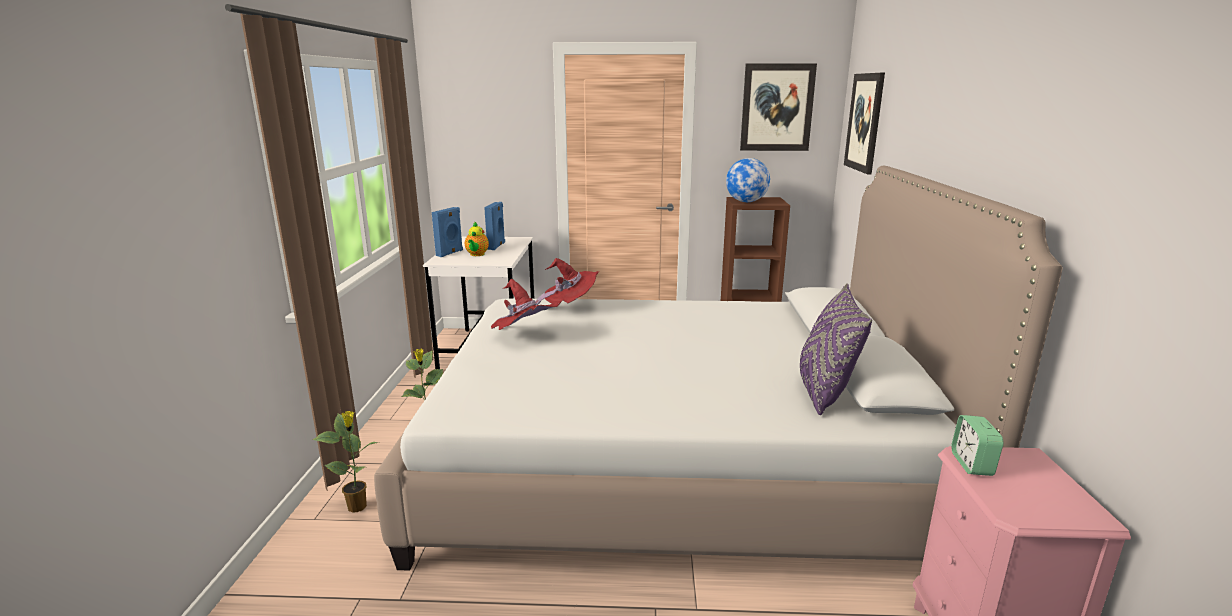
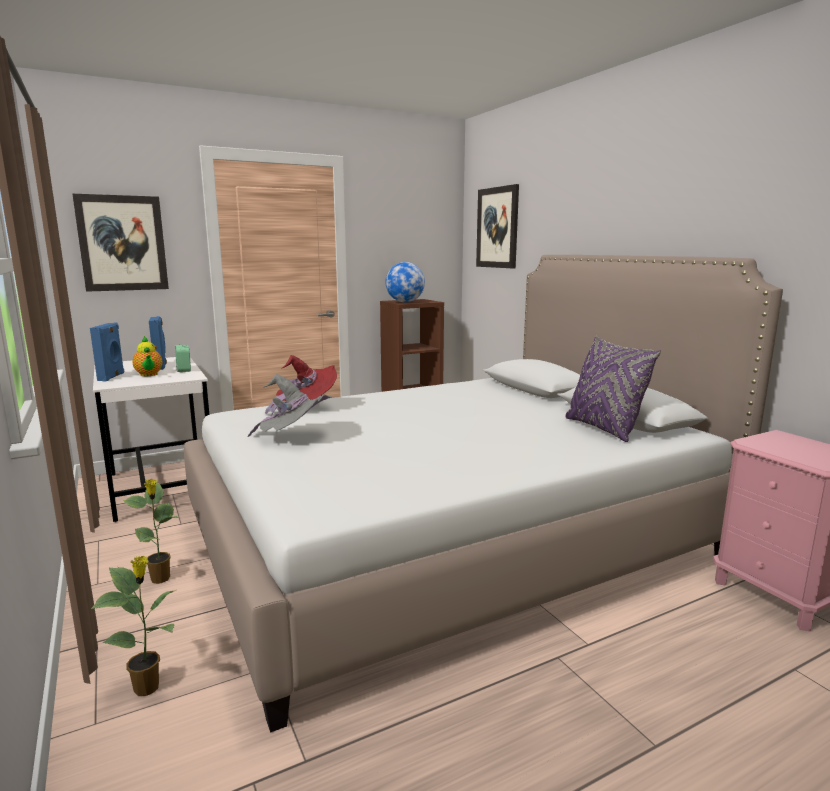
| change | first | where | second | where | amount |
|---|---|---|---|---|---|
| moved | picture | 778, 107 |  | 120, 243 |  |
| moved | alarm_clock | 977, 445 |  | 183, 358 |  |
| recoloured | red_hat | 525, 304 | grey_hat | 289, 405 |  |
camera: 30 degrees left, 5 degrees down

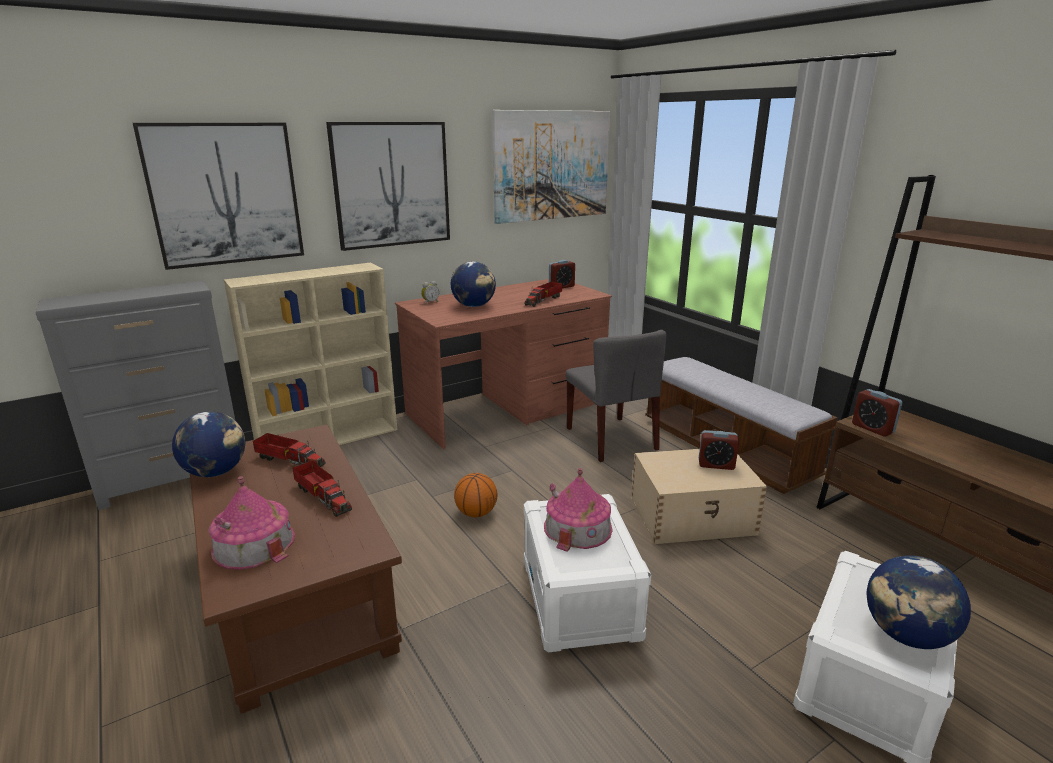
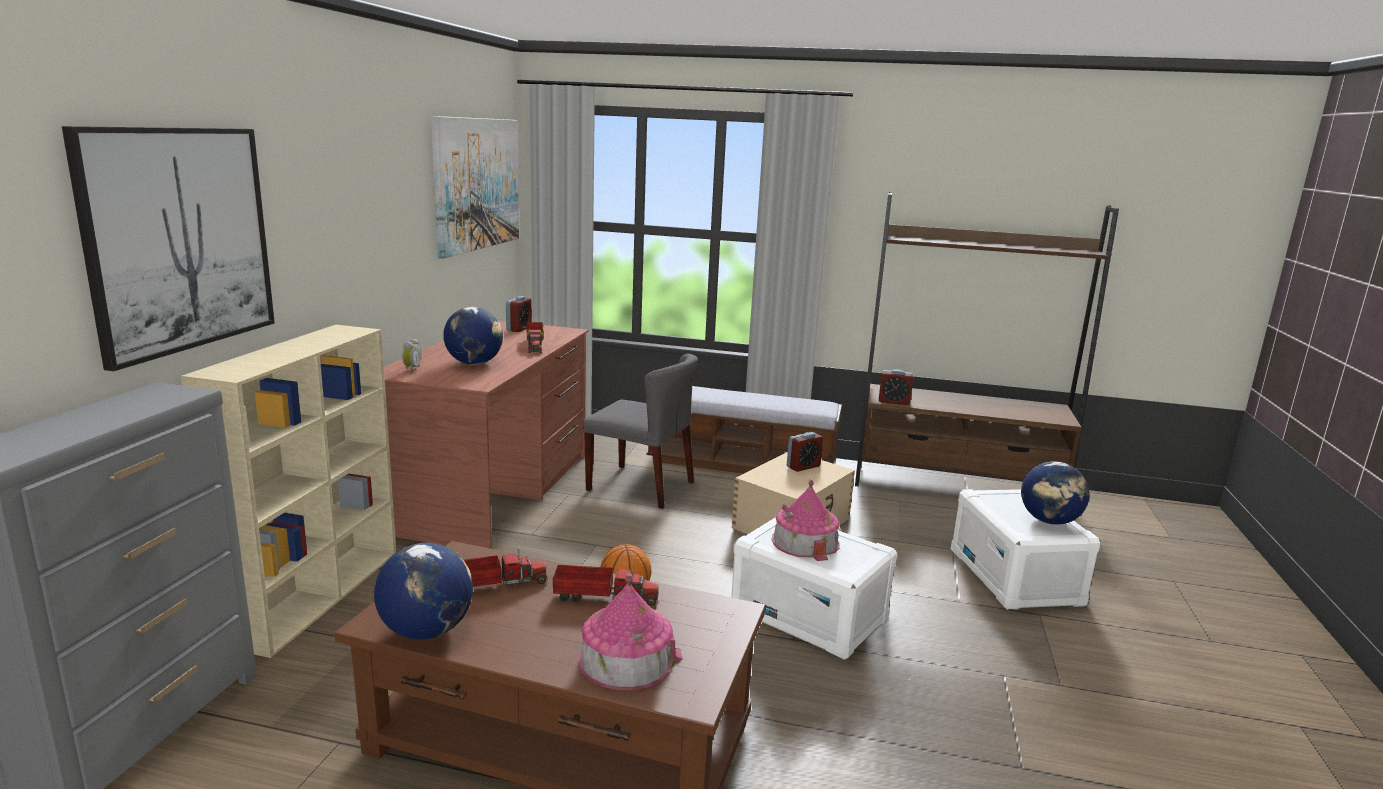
| change | first | where | second | where | amount |
|---|---|---|---|---|---|
| removed | picture | 388, 186 |  |  |  |
camera: 45 degrees left, 5 degrees down

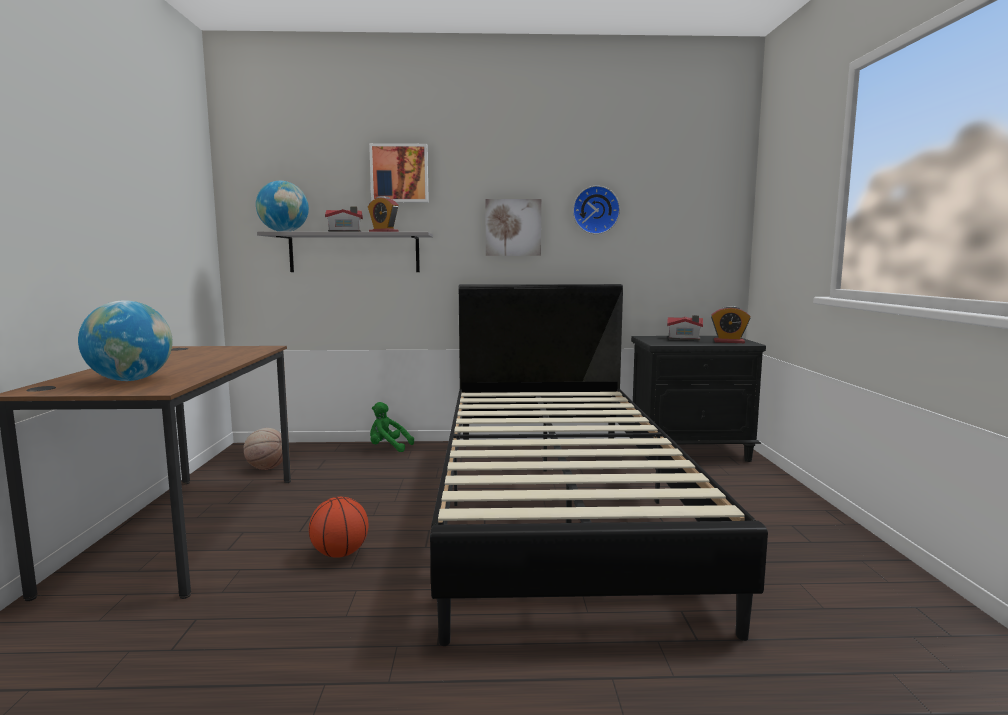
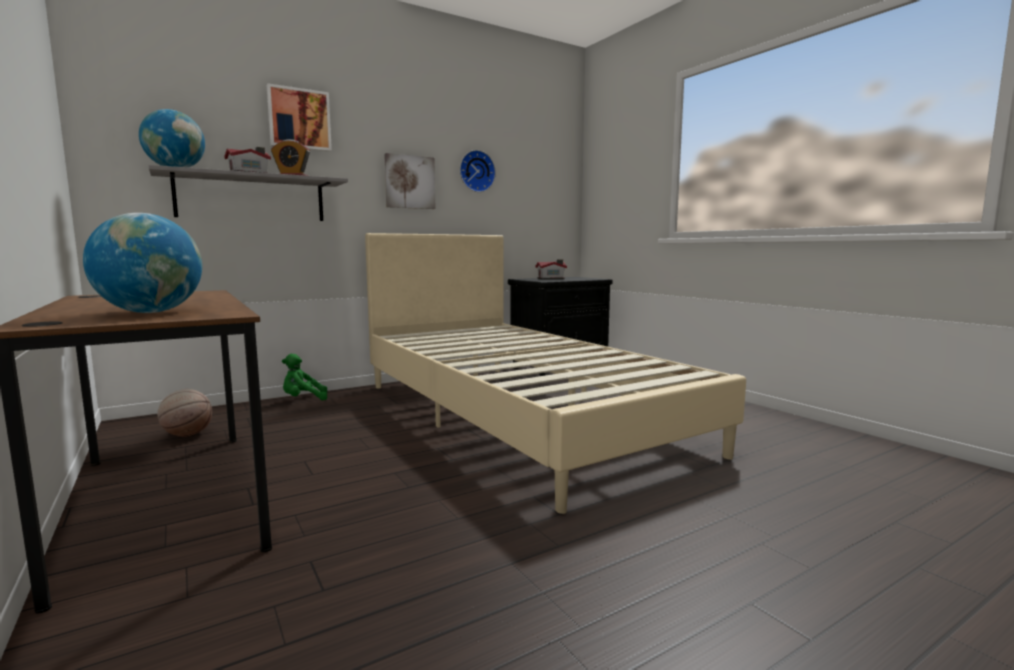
| change | first | where | second | where | amount |
|---|---|---|---|---|---|
| removed | basketball | 338, 527 |  |  |  |
| removed | alarm_clock | 731, 324 |  |  |  |
| recoloured | black_bed | 599, 465 | beige_bed | 555, 373 |  |
camera: 30 degrees left, 0 degrees up

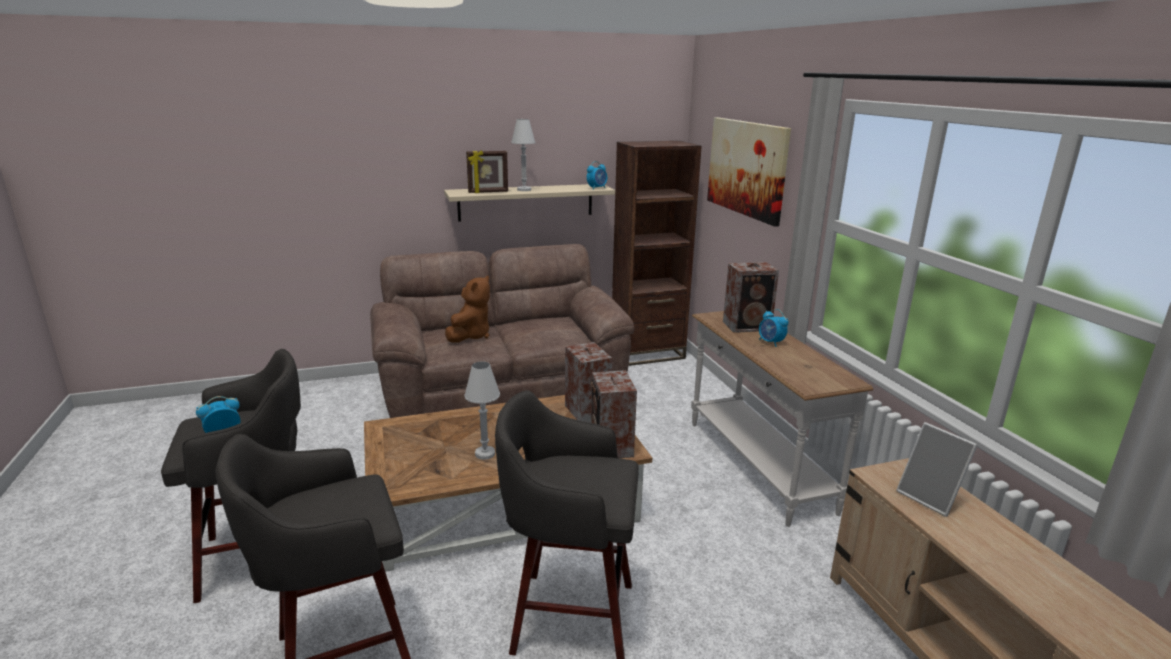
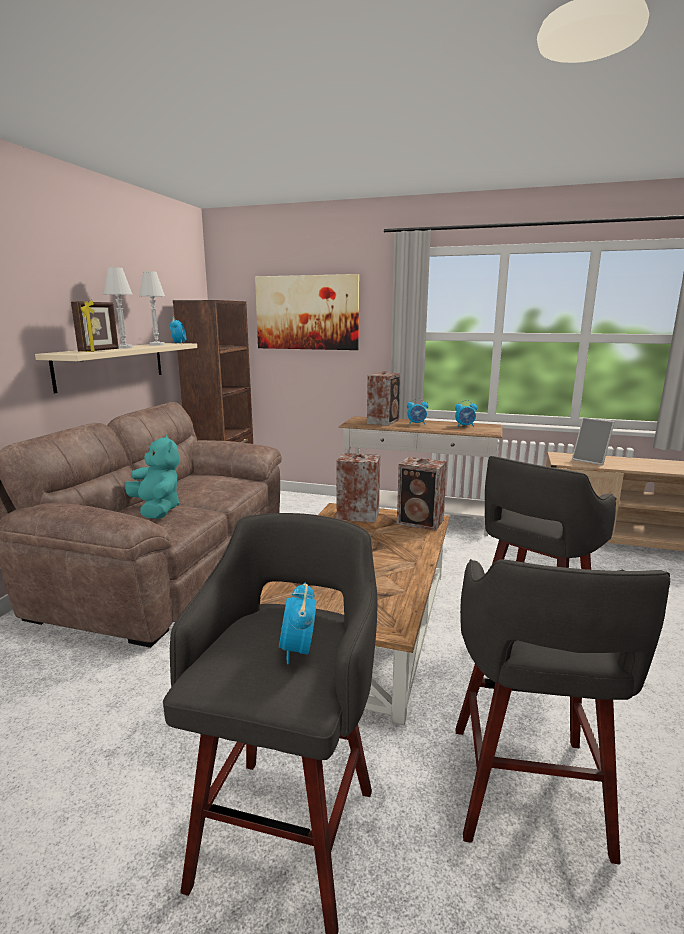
| change | first | where | second | where | amount |
|---|---|---|---|---|---|
| added |  |  | alarm_clock | 466, 413 |  |
| moved | white_table_lamp | 482, 411 |  | 152, 308 |  |
| recoloured | brown_plush_toy | 467, 309 | turquoise_plush_toy | 152, 477 |  |
| turned | picture_frame | 937, 469 |  | 593, 441 | 45 degrees clockwise |
camera: 55 degrees left, 5 degrees down

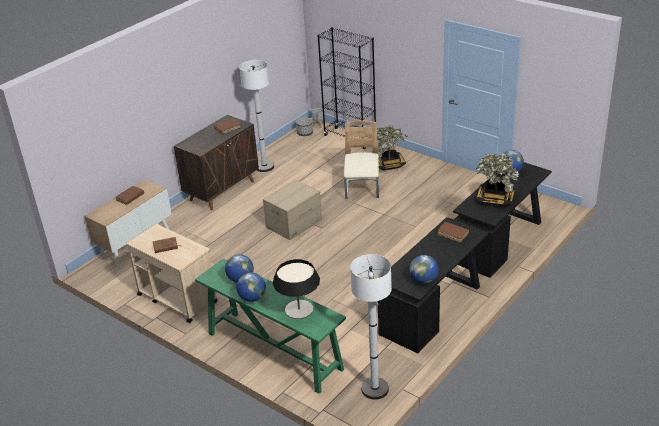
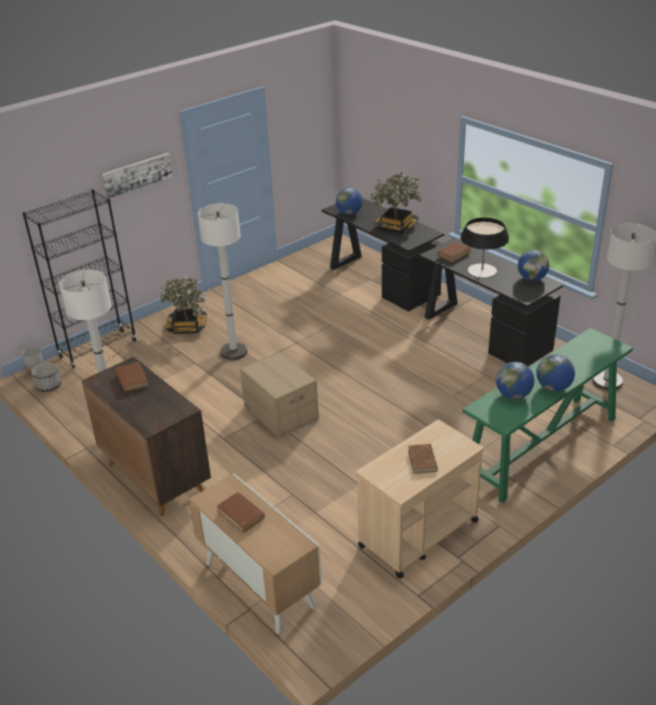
| change | first | where | second | where | amount |
|---|---|---|---|---|---|
| added |  |  | picture | 137, 176 |  |
| moved | table_lamp | 296, 289 |  | 484, 247 |  |
| replaced | beige_chair | 361, 159 | white_floor_lamp | 222, 281 |  |
camera: 80 degrees left, 0 degrees up

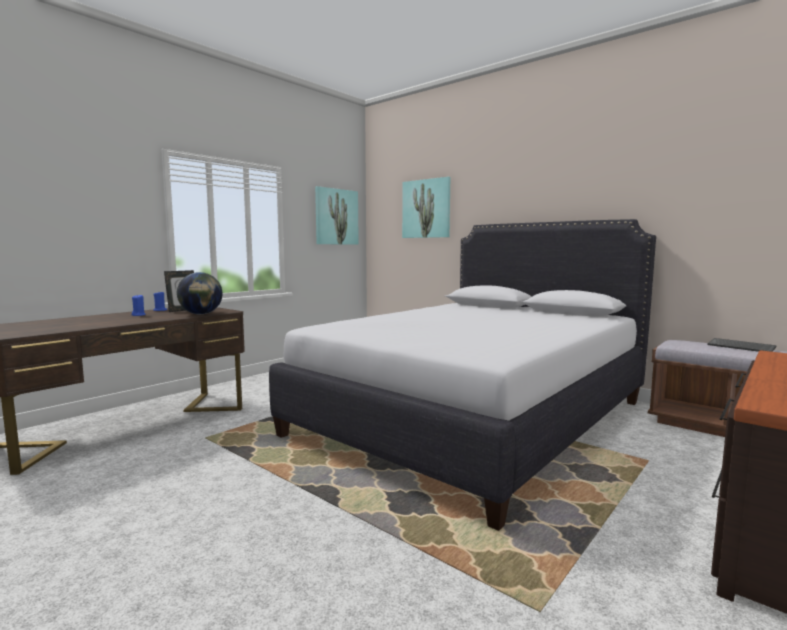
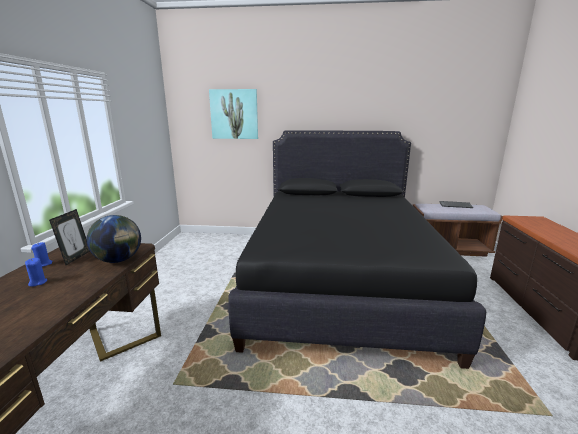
| change | first | where | second | where | amount |
|---|---|---|---|---|---|
| removed | picture | 337, 215 |  |  |  |
| recoloured | white_bed | 462, 375 | black_bed | 357, 249 |  |
camera: 35 degrees left, 10 degrees up

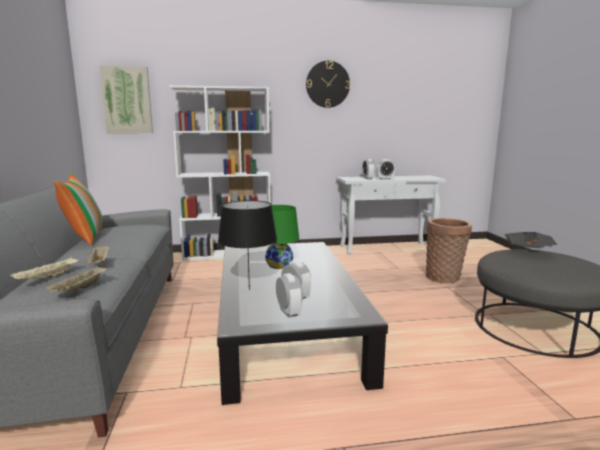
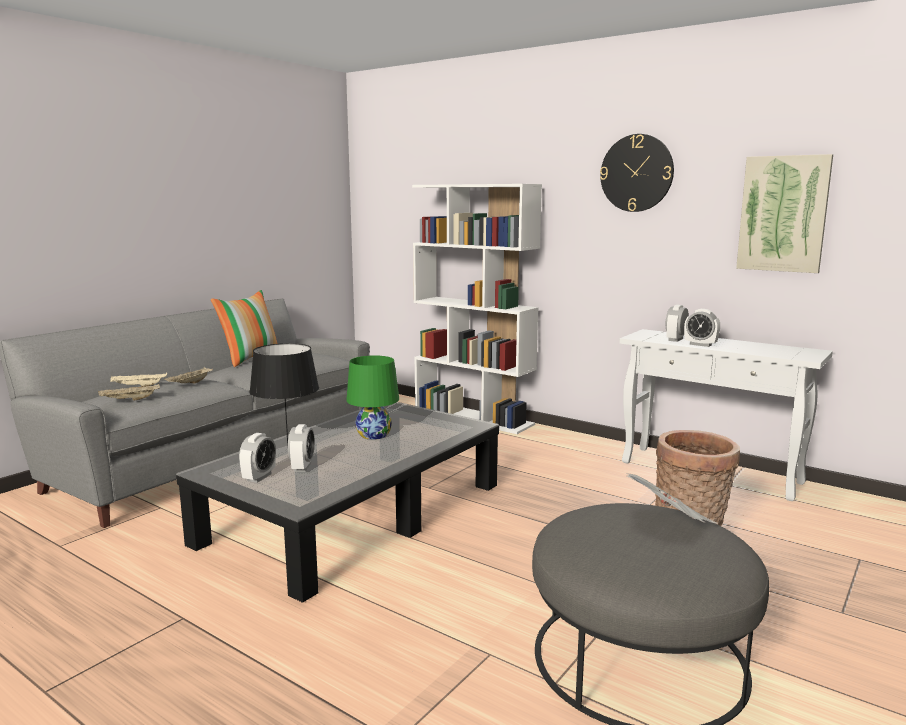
| change | first | where | second | where | amount |
|---|---|---|---|---|---|
| moved | picture | 126, 99 |  | 784, 213 |  |
camera: 45 degrees right, 0 degrees up

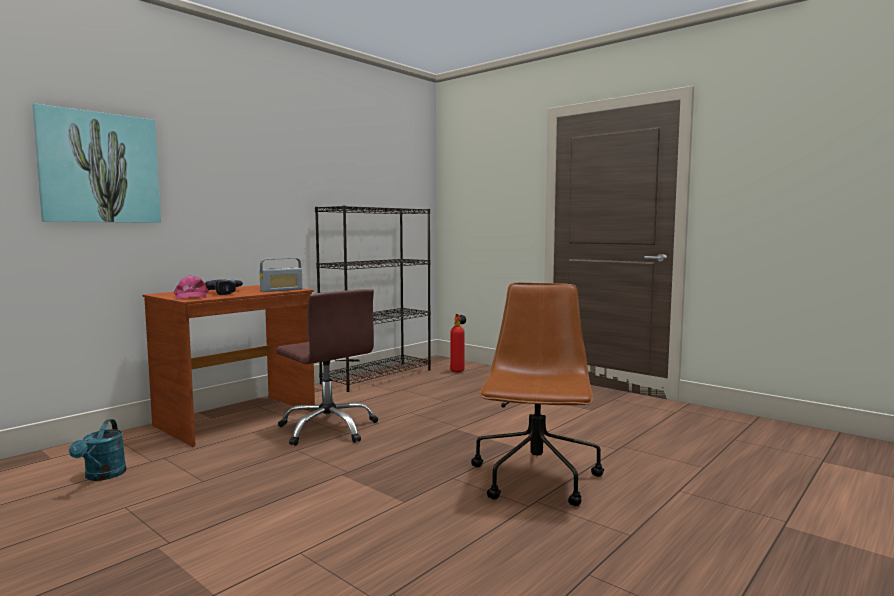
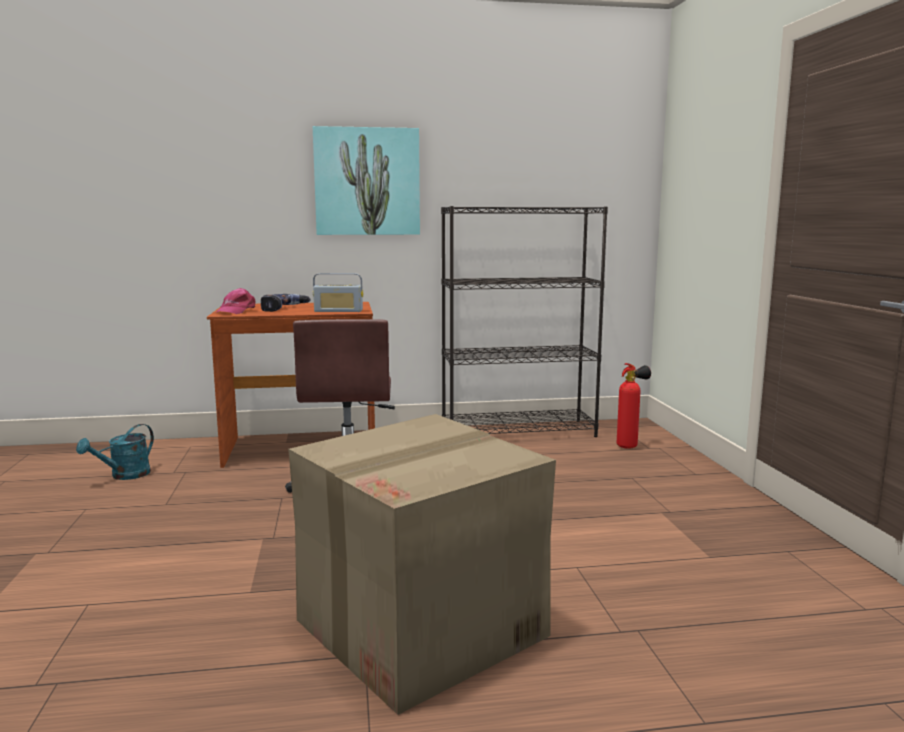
| change | first | where | second | where | amount |
|---|---|---|---|---|---|
| moved | picture | 96, 163 |  | 366, 180 |  |
| replaced | brown_office_chair | 537, 394 | cardboard_box | 422, 564 |  |
camera: 40 degrees right, 5 degrees up

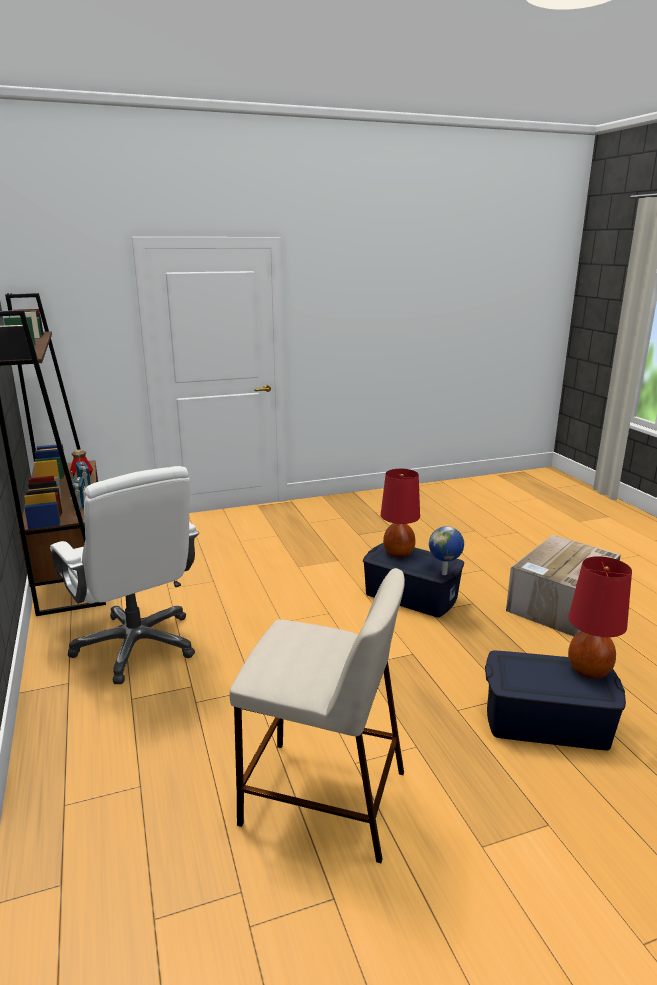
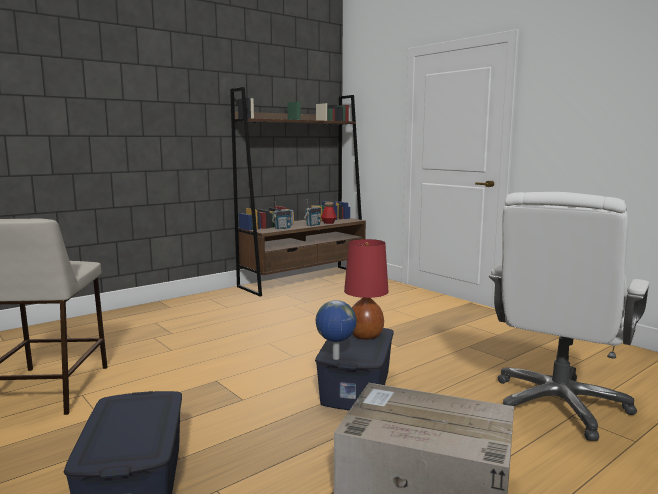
| change | first | where | second | where | amount |
|---|---|---|---|---|---|
| removed | red_table_lamp | 600, 617 |  |  |  |
| moved | white_office_chair | 124, 575 |  | 569, 316 |  |
camera: 70 degrees right, 10 degrees down

